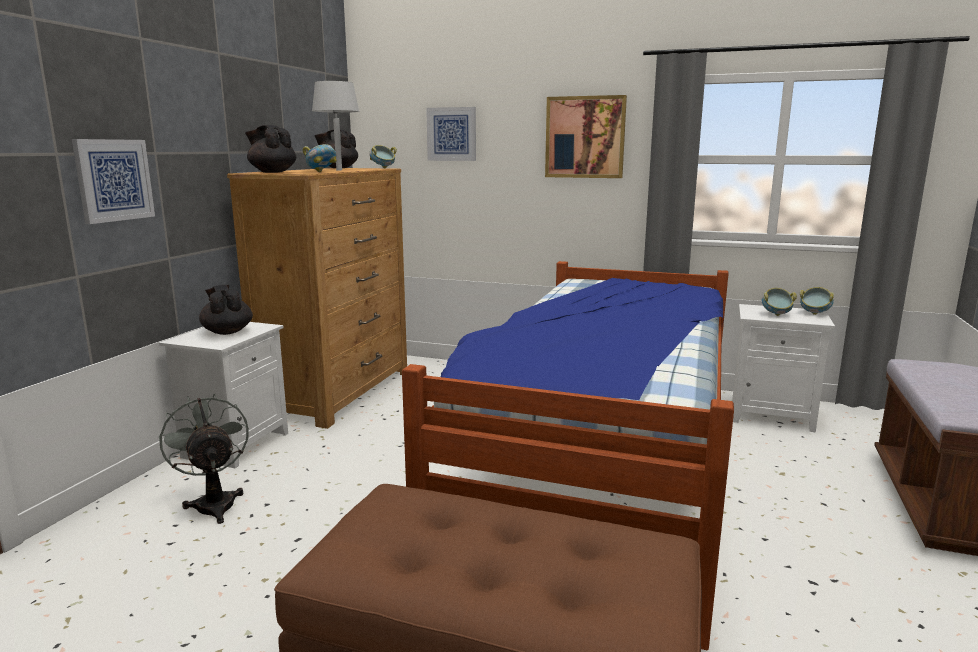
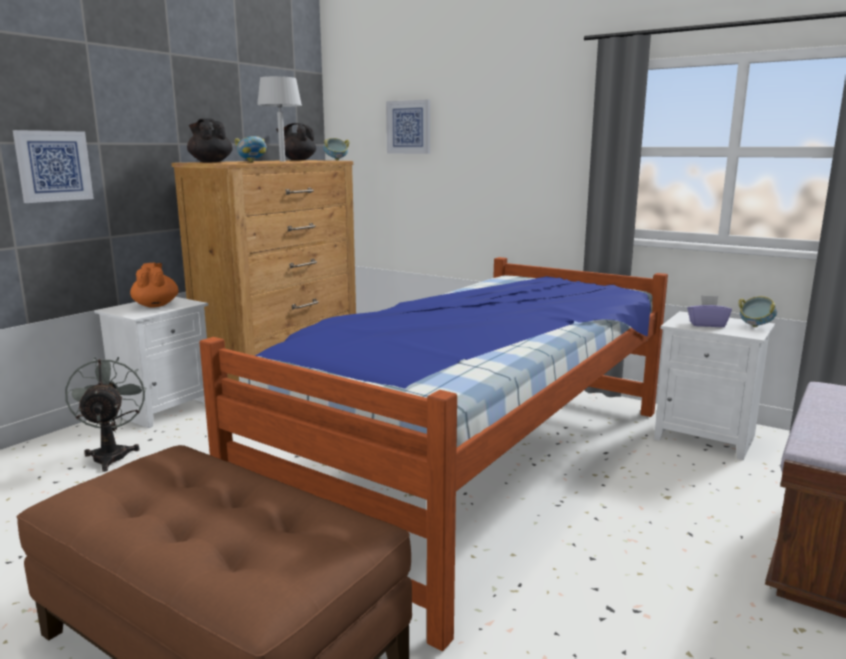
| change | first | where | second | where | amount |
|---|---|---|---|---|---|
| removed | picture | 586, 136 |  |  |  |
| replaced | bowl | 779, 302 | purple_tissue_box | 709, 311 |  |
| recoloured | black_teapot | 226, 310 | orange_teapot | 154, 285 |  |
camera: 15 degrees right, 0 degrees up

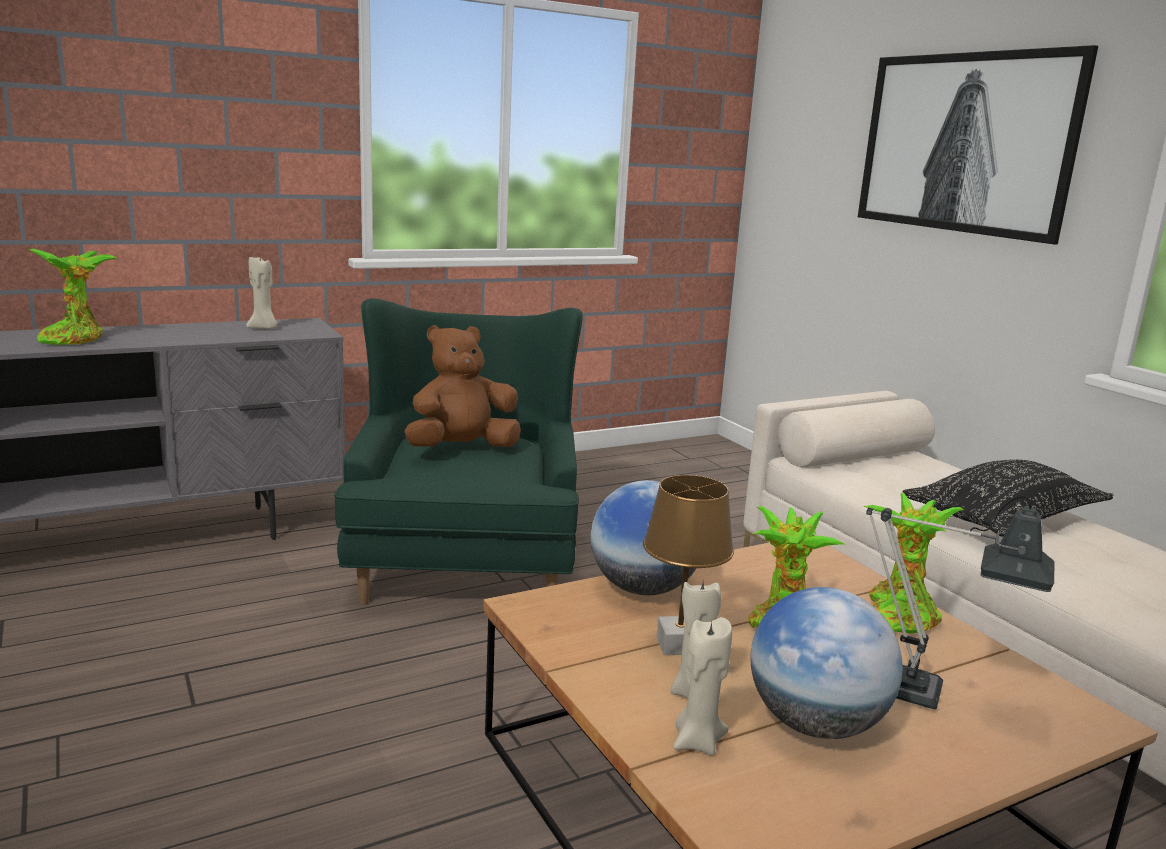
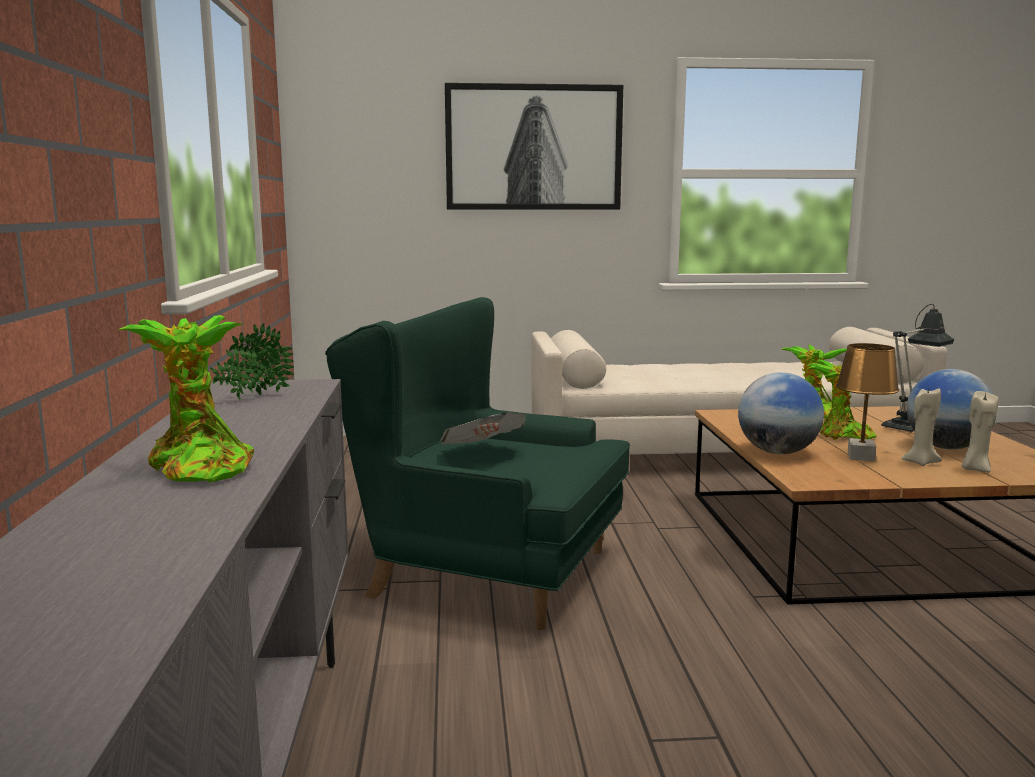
| change | first | where | second | where | amount |
|---|---|---|---|---|---|
| removed | black_pillow | 1007, 497 |  |  |  |
| replaced | beige_candle | 262, 293 | potted_plant | 252, 361 |  |
| replaced | brown_plush_toy | 462, 386 | newspaper | 483, 428 |  |
camera: 65 degrees left, 5 degrees down

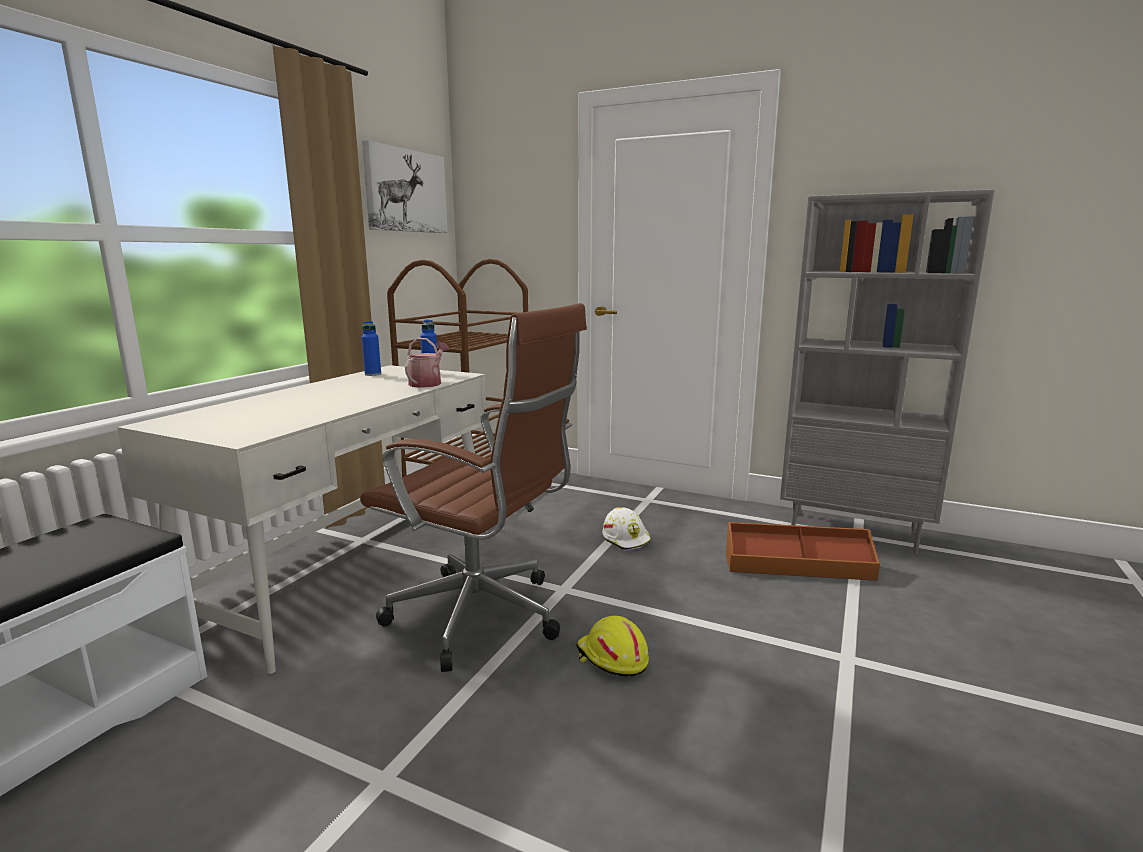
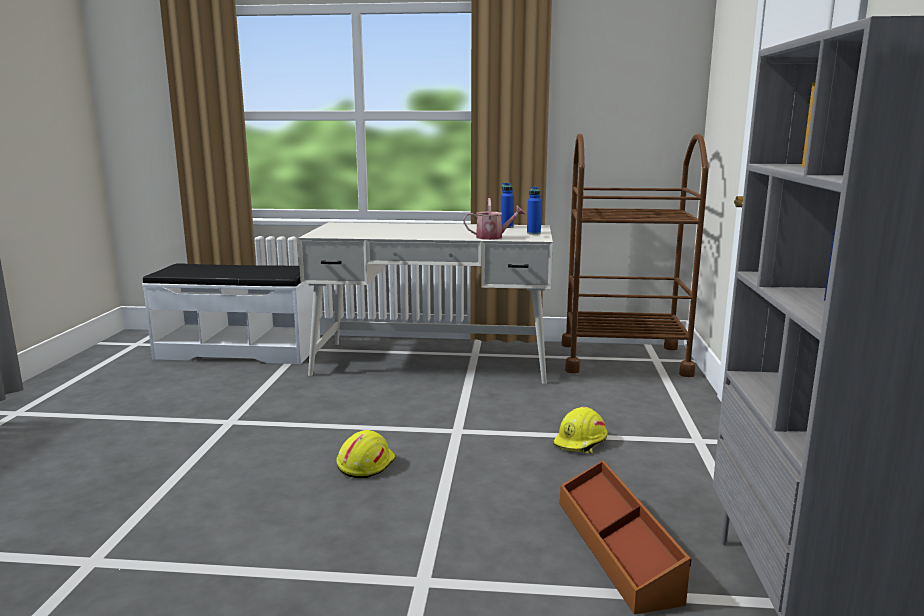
| change | first | where | second | where | amount |
|---|---|---|---|---|---|
| removed | brown_office_chair | 473, 487 |  |  |  |
| removed | picture | 405, 186 |  |  |  |
| recoloured | white_hard_hat | 627, 529 | yellow_hard_hat | 580, 430 |  |
camera: 70 degrees right, 0 degrees up

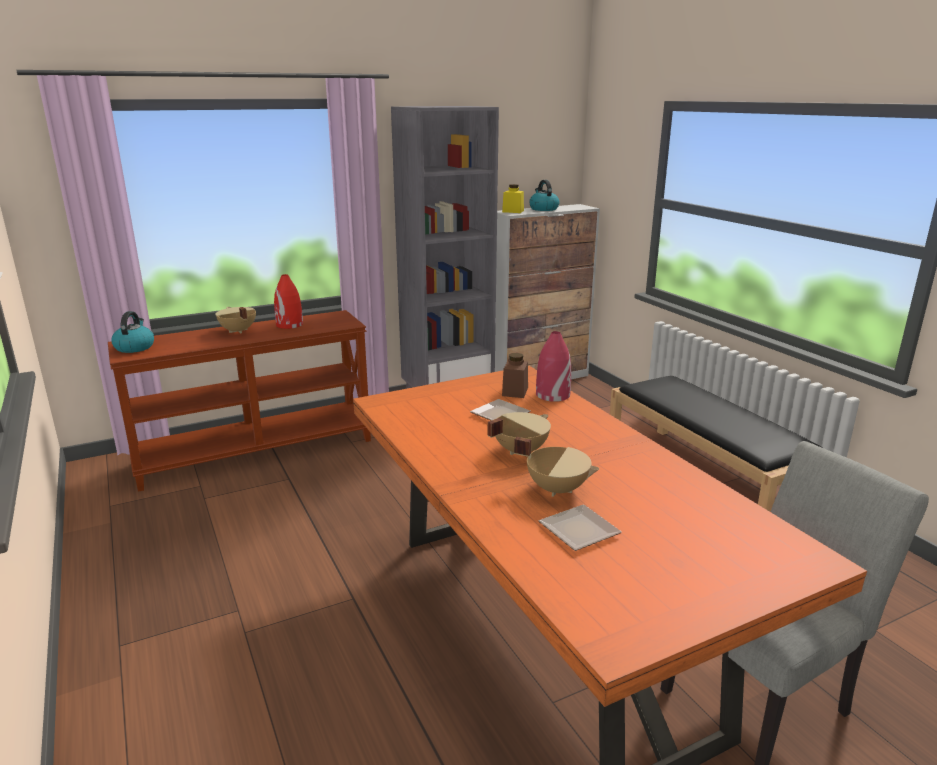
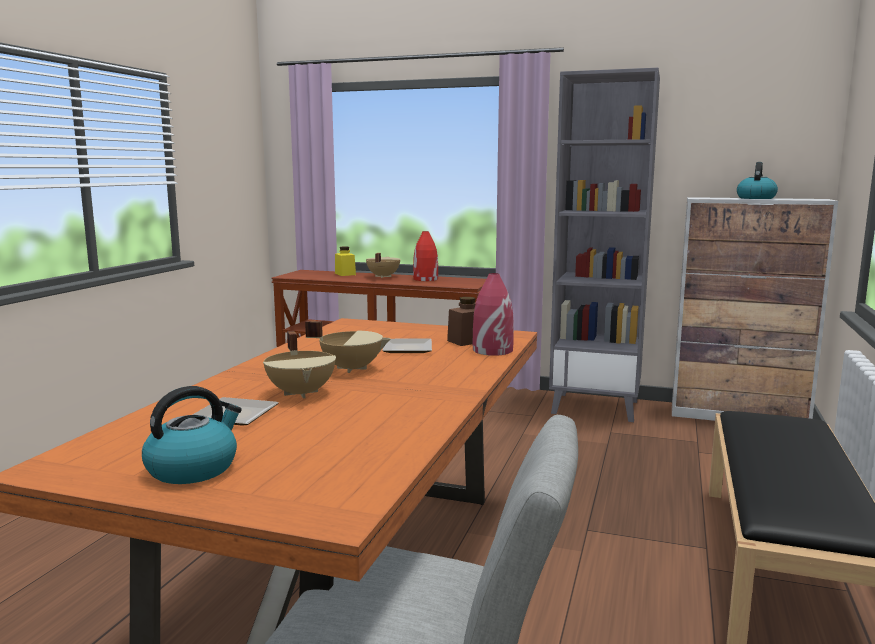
| change | first | where | second | where | amount |
|---|---|---|---|---|---|
| moved | kettle | 132, 332 |  | 192, 435 |  |
| moved | yellow_jar | 513, 198 |  | 345, 261 |  |
camera: 45 degrees right, 10 degrees down

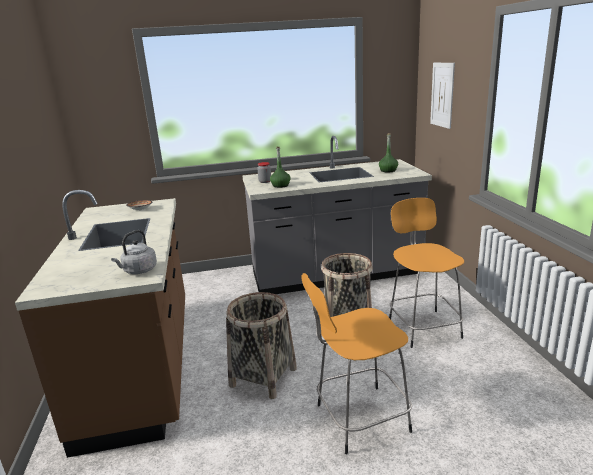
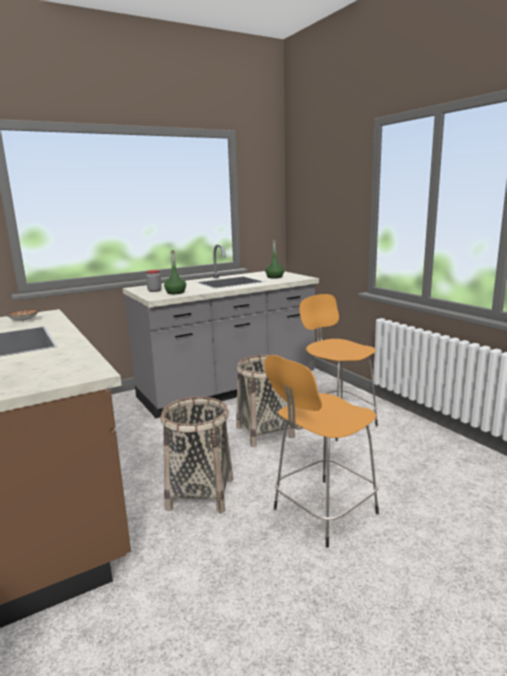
| change | first | where | second | where | amount |
|---|---|---|---|---|---|
| removed | grey_kettle | 134, 252 |  |  |  |
| removed | picture | 442, 96 |  |  |  |
camera: 20 degrees left, 5 degrees down

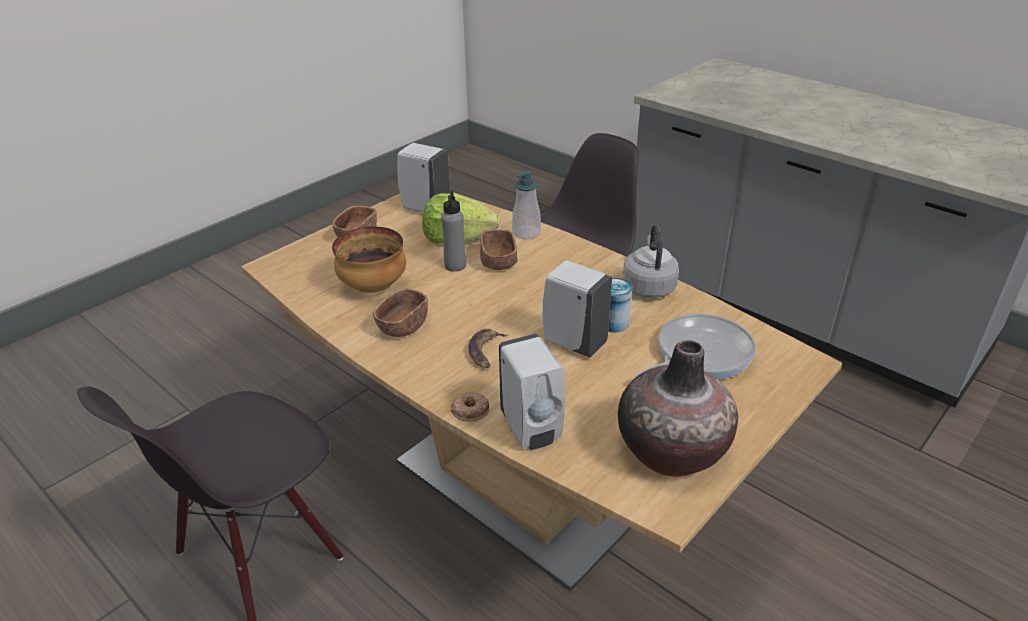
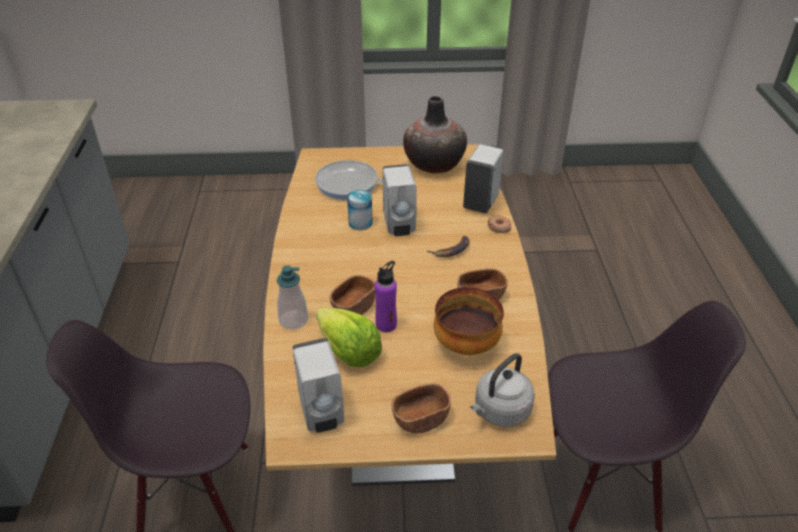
| change | first | where | second | where | amount |
|---|---|---|---|---|---|
| moved | grey_kettle | 651, 261 |  | 502, 390 |  |
| recoloured | grey_bottle | 453, 231 | purple_bottle | 386, 296 |  |
camera: 135 degrees left, 5 degrees up

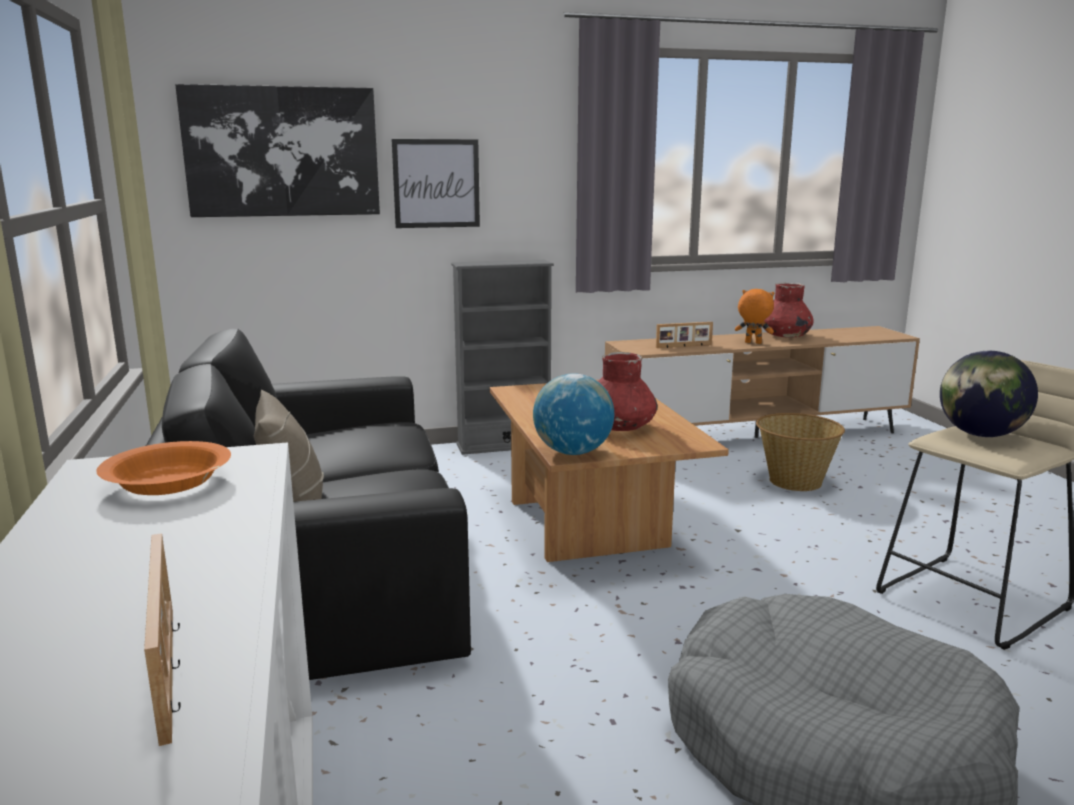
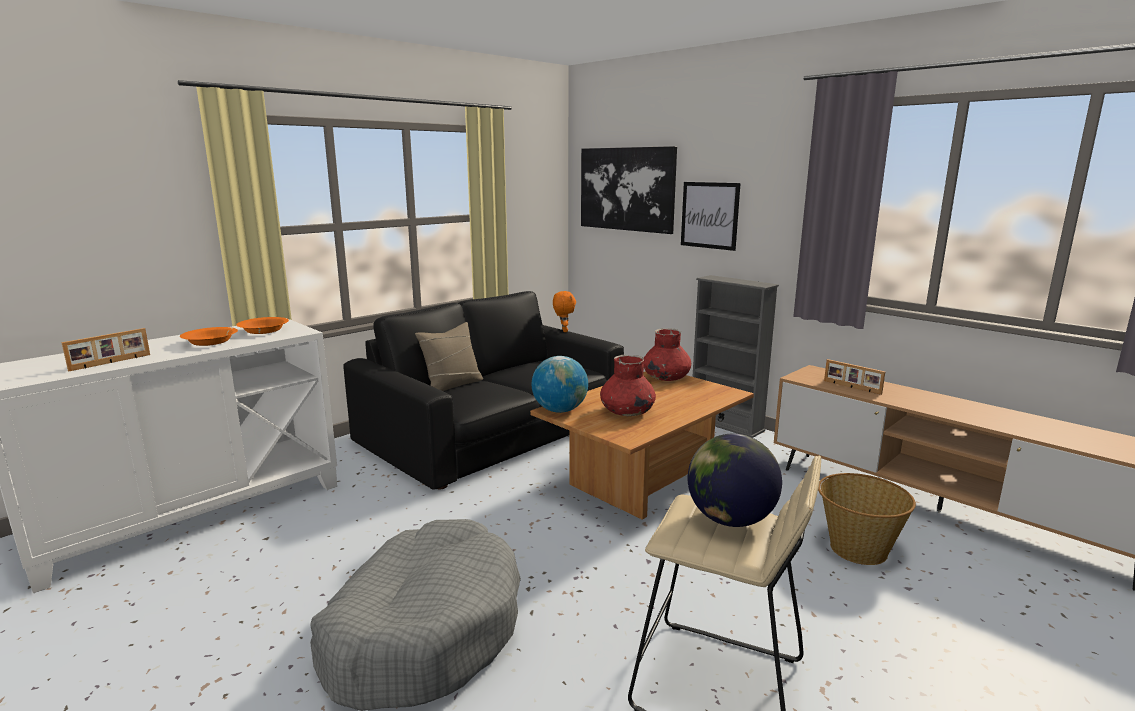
| change | first | where | second | where | amount |
|---|---|---|---|---|---|
| added |  |  | orange_bowl | 209, 336 |  |
| moved | orange_plush_toy | 754, 316 |  | 564, 311 |  |
| moved | red_vase | 789, 309 |  | 667, 354 |  |
camera: 60 degrees right, 0 degrees up

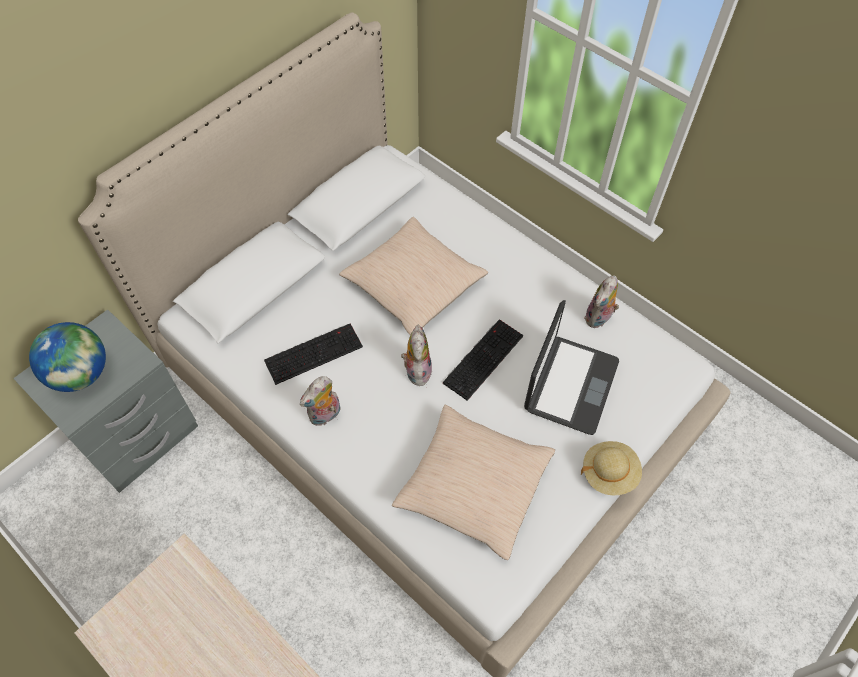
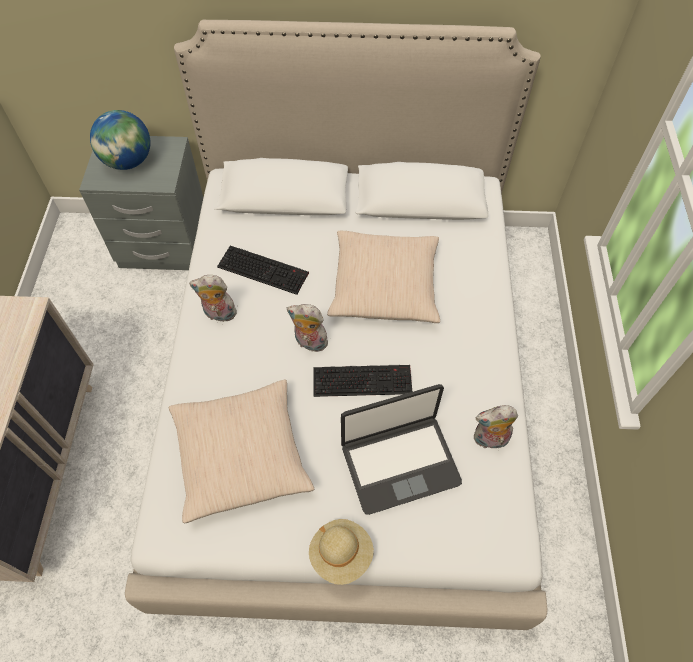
| change | first | where | second | where | amount |
|---|---|---|---|---|---|
| turned | plush_toy | 416, 355 |  | 309, 328 | 120 degrees counterclockwise |
camera: 50 degrees right, 0 degrees up

